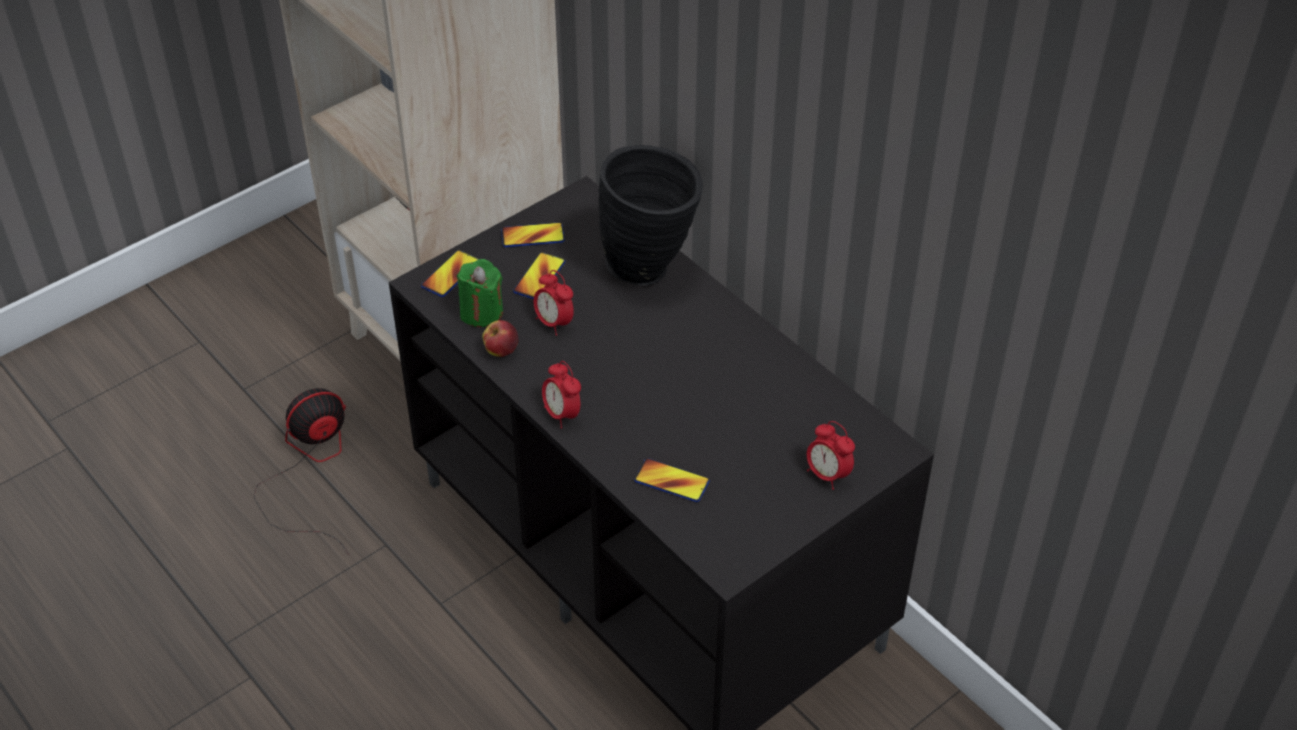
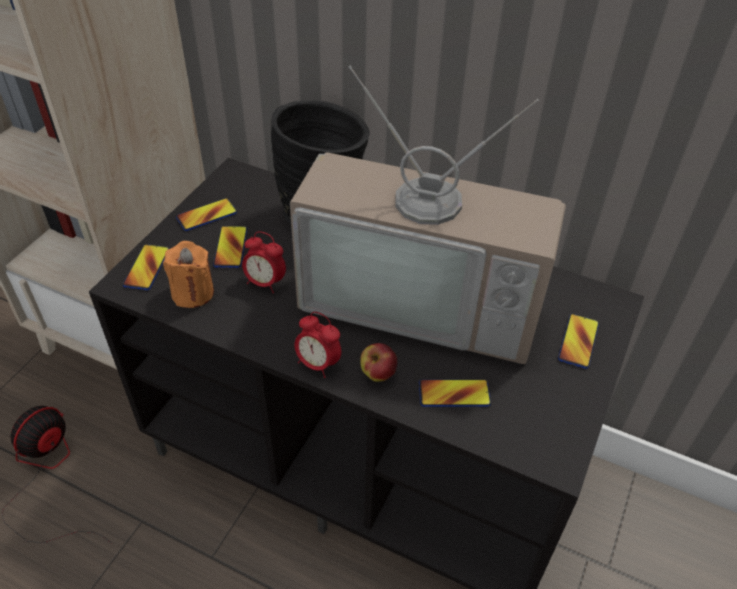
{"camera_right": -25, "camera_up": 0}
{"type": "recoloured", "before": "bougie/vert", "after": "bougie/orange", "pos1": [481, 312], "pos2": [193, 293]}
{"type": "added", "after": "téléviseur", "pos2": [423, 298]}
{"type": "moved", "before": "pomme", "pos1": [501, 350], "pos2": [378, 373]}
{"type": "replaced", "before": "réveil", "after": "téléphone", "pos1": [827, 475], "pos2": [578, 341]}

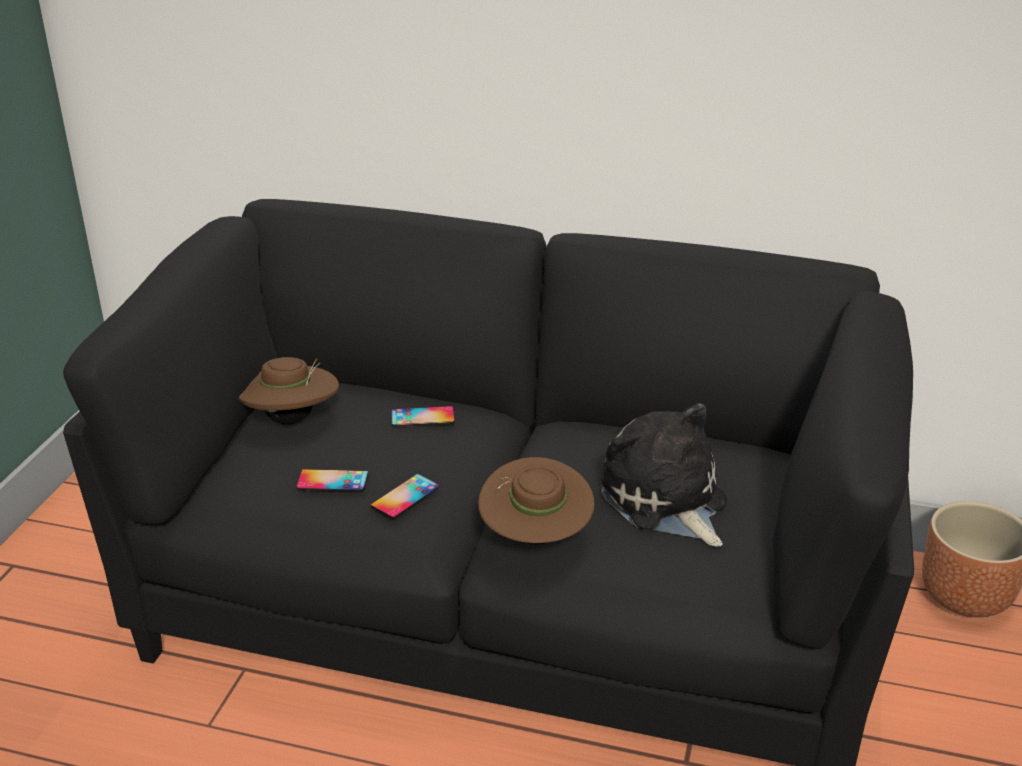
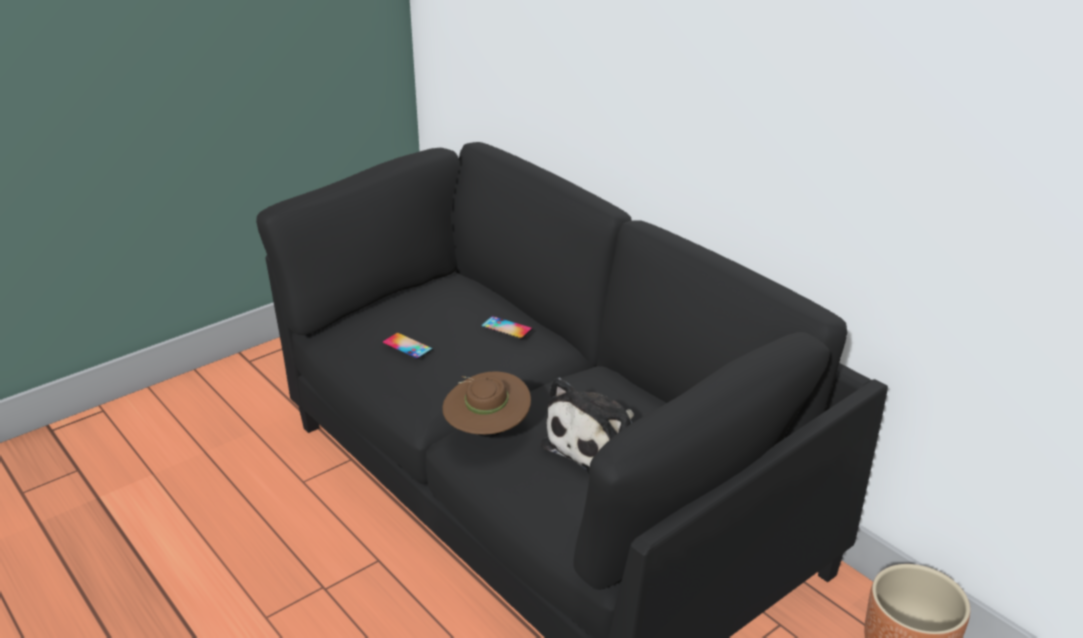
{"camera_right": 35, "camera_up": 0}
{"type": "turned", "before": "peluche", "pos1": [665, 501], "pos2": [597, 445], "turn": -150}
{"type": "removed", "before": "chapeau/marron", "pos1": [291, 419]}
{"type": "removed", "before": "téléphone", "pos1": [405, 496]}

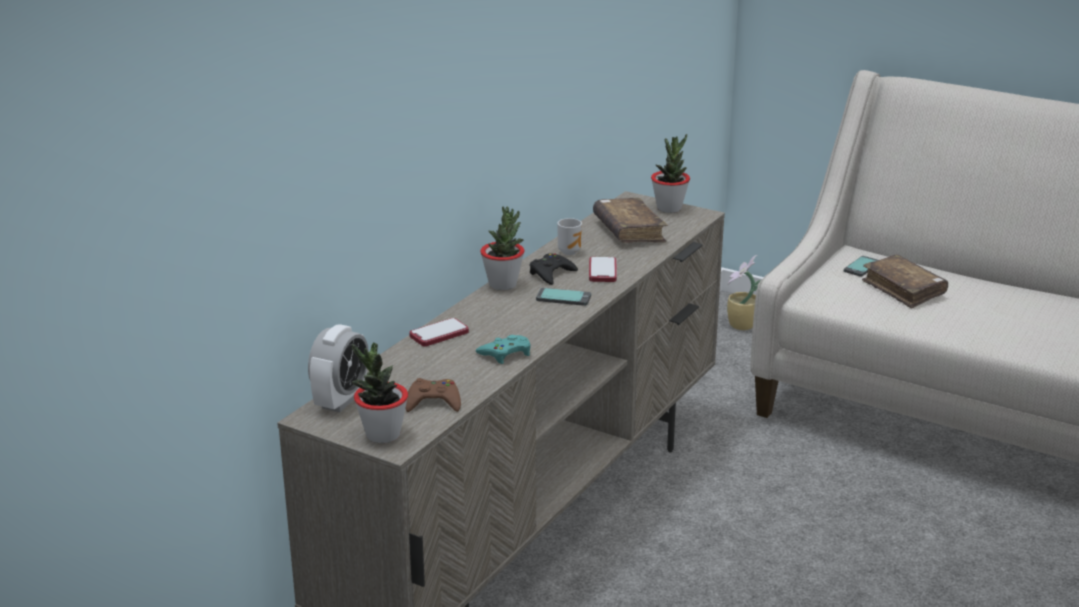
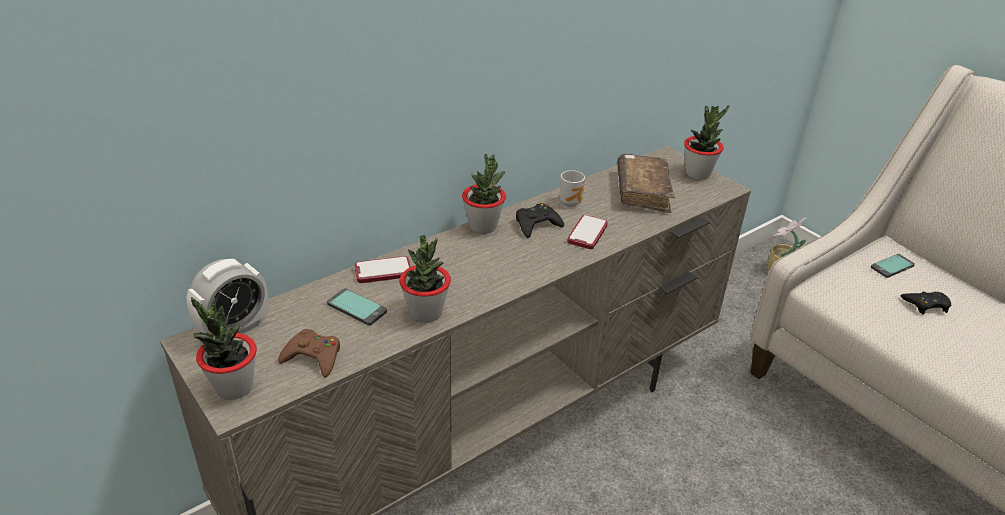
{"camera_right": 20, "camera_up": 10}
{"type": "moved", "before": "téléphone", "pos1": [563, 298], "pos2": [357, 307]}
{"type": "replaced", "before": "manette/turquoise", "after": "plante en pot", "pos1": [506, 353], "pos2": [426, 313]}
{"type": "replaced", "before": "livre/marron", "after": "manette/noir", "pos1": [903, 289], "pos2": [926, 305]}

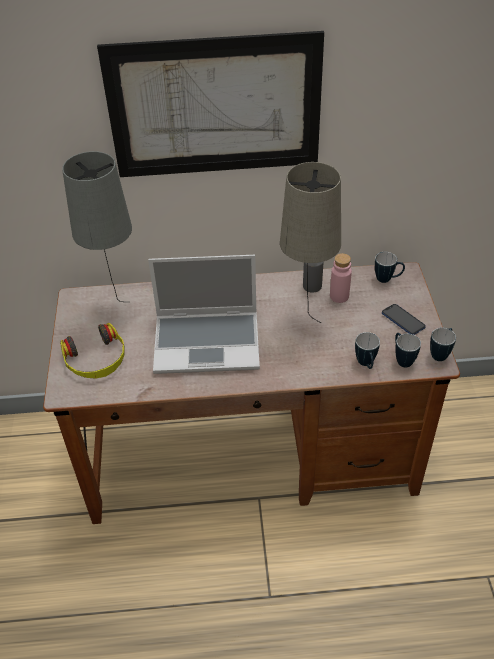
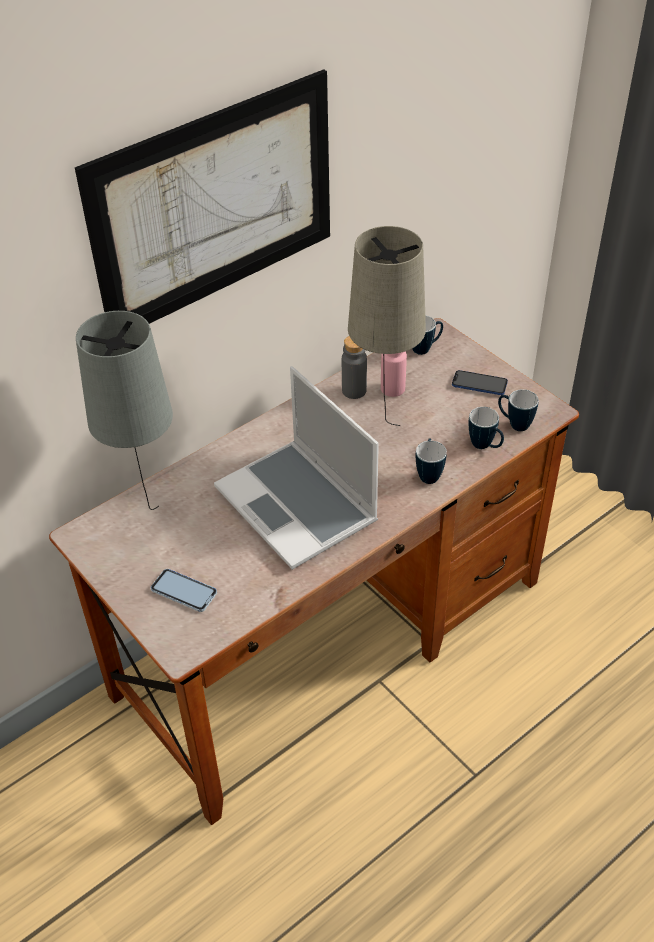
{"camera_right": -35, "camera_up": 0}
{"type": "replaced", "before": "casque audio", "after": "téléphone", "pos1": [96, 359], "pos2": [184, 591]}
{"type": "turned", "before": "ordinateur portable", "pos1": [208, 342], "pos2": [298, 505], "turn": 90}
{"type": "moved", "before": "mug", "pos1": [440, 353], "pos2": [428, 474]}

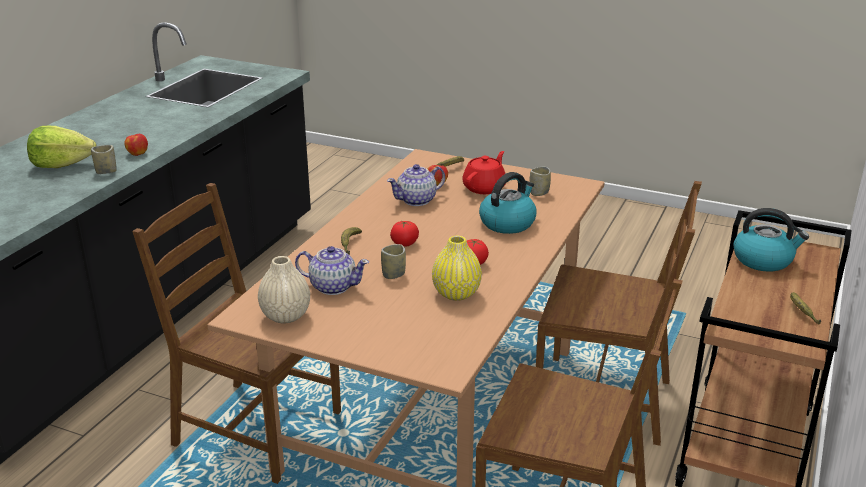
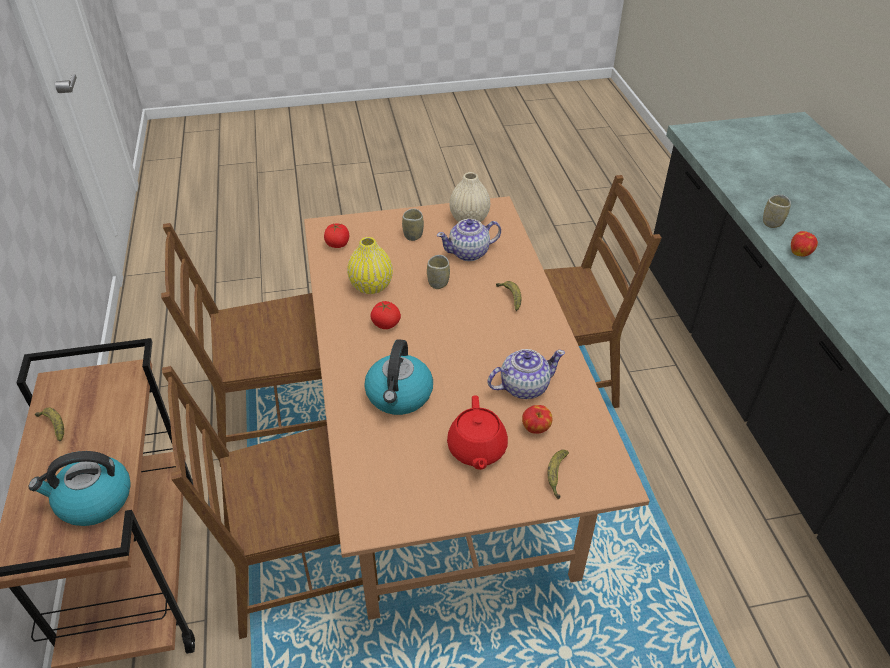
{"camera_right": 145, "camera_up": 15}
{"type": "moved", "before": "tomate", "pos1": [404, 243], "pos2": [337, 244]}
{"type": "moved", "before": "tasse", "pos1": [539, 193], "pos2": [413, 235]}
{"type": "turned", "before": "théière", "pos1": [417, 200], "pos2": [523, 387], "turn": 45}
{"type": "removed", "before": "laitue", "pos1": [61, 164]}

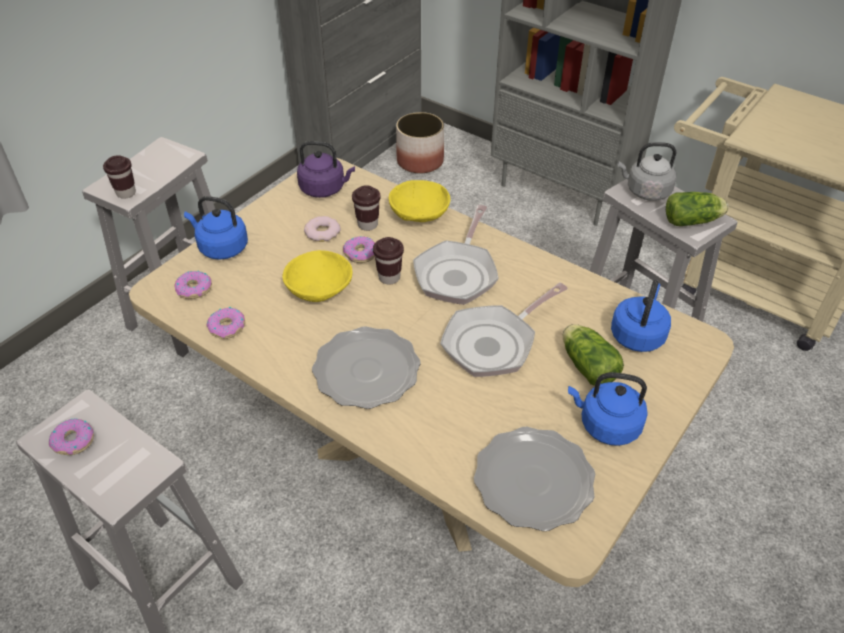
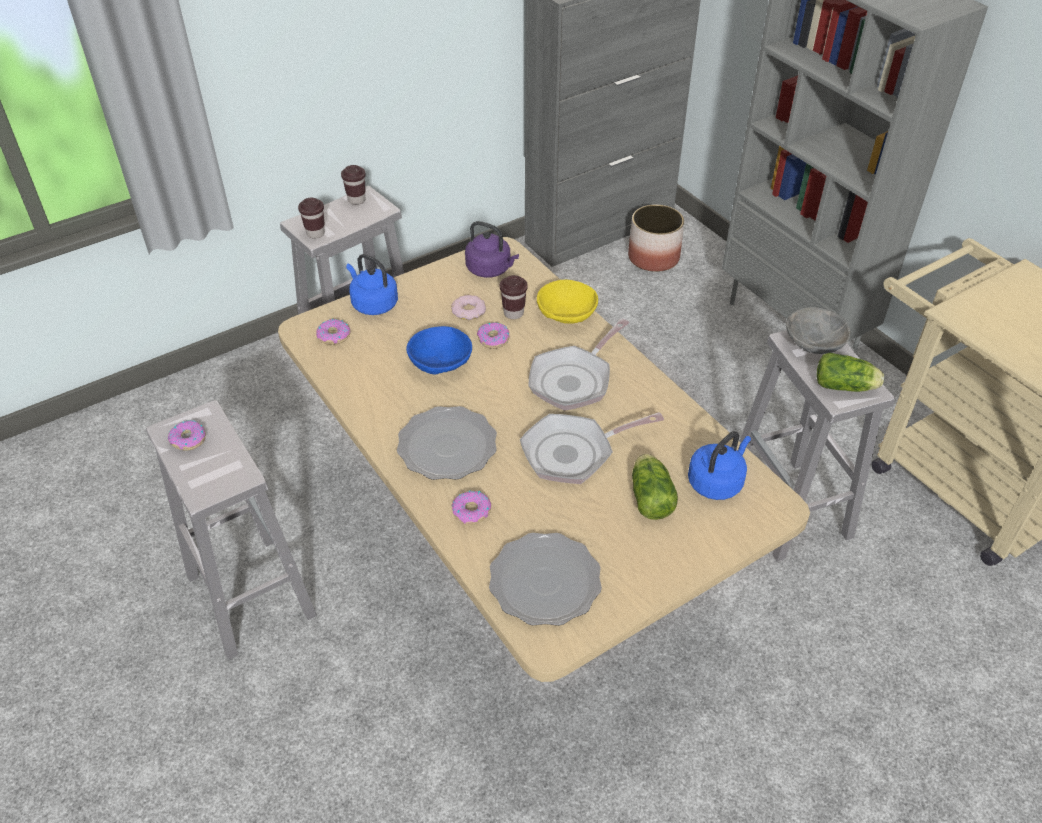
{"camera_right": 20, "camera_up": 0}
{"type": "moved", "before": "tasse/marron", "pos1": [389, 277], "pos2": [356, 200]}
{"type": "recoloured", "before": "bol/jaune", "after": "bol/bleu", "pos1": [321, 290], "pos2": [441, 365]}
{"type": "moved", "before": "beignet", "pos1": [227, 327], "pos2": [471, 512]}
{"type": "replaced", "before": "bouilloire/gris", "after": "bol/gris", "pos1": [645, 191], "pos2": [812, 344]}
{"type": "removed", "before": "bouilloire/bleu", "pos1": [606, 425]}

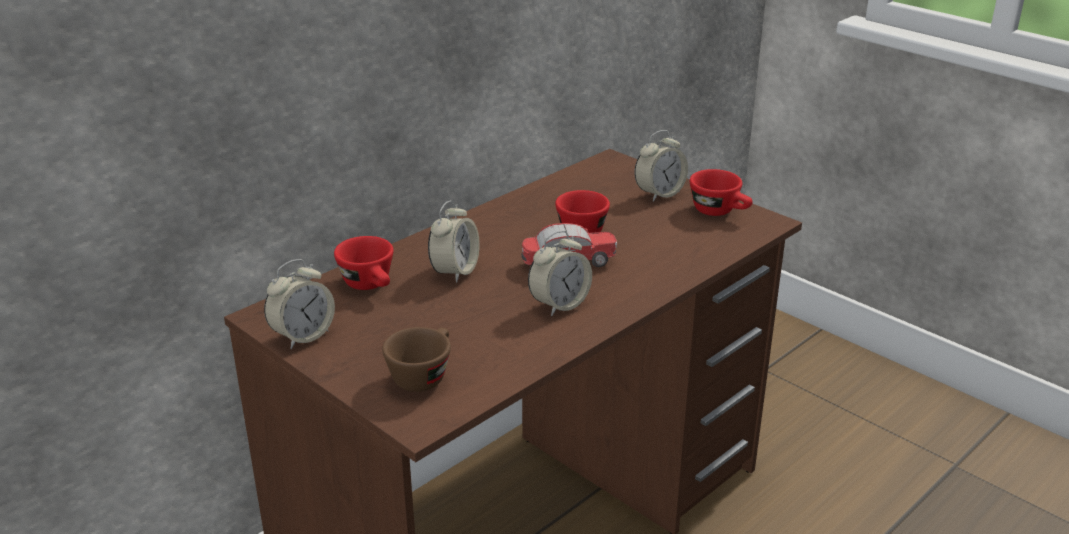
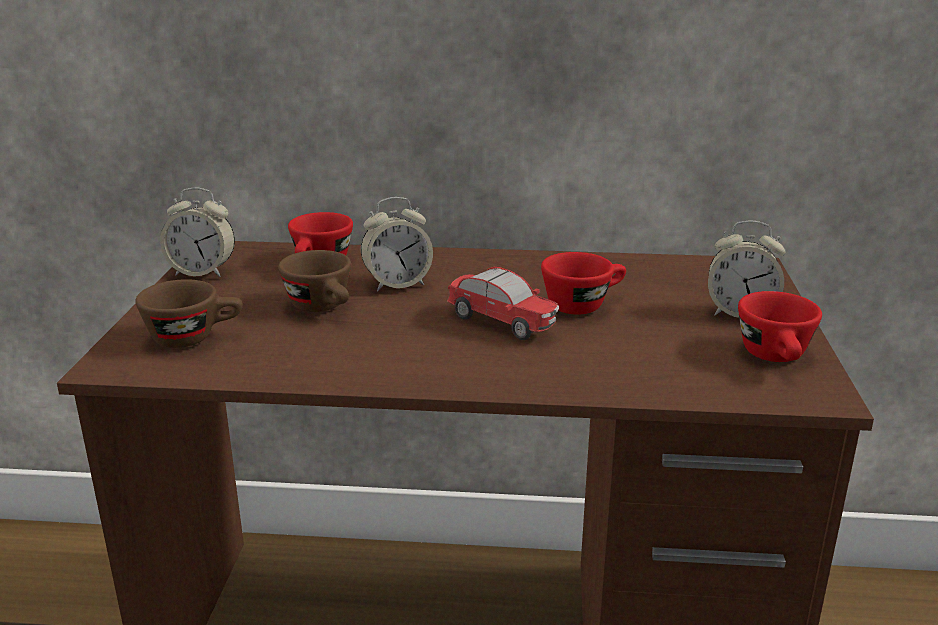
{"camera_right": 50, "camera_up": -5}
{"type": "added", "after": "tasse/marron", "pos2": [324, 308]}
{"type": "removed", "before": "réveil", "pos1": [559, 304]}

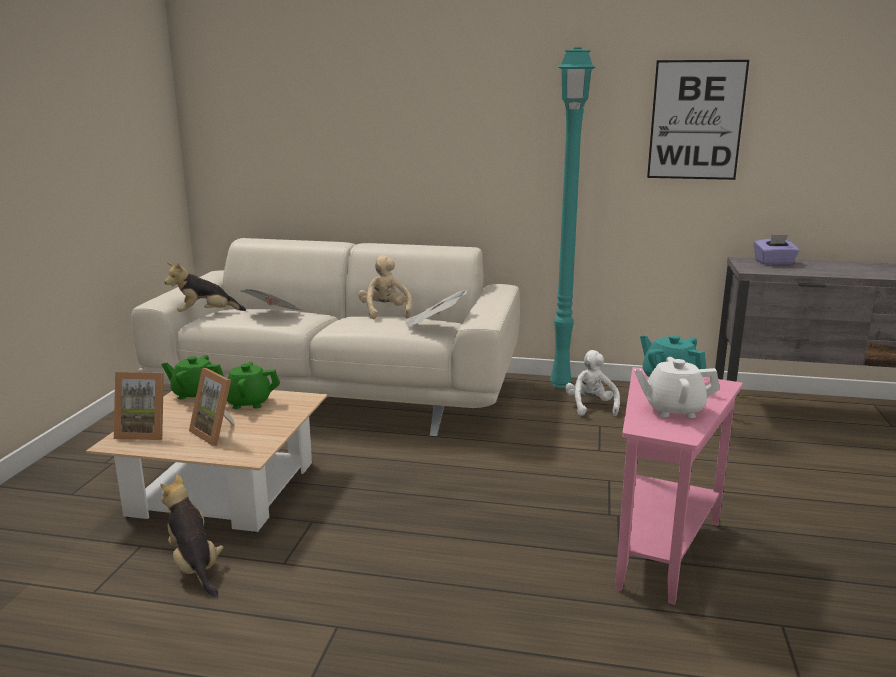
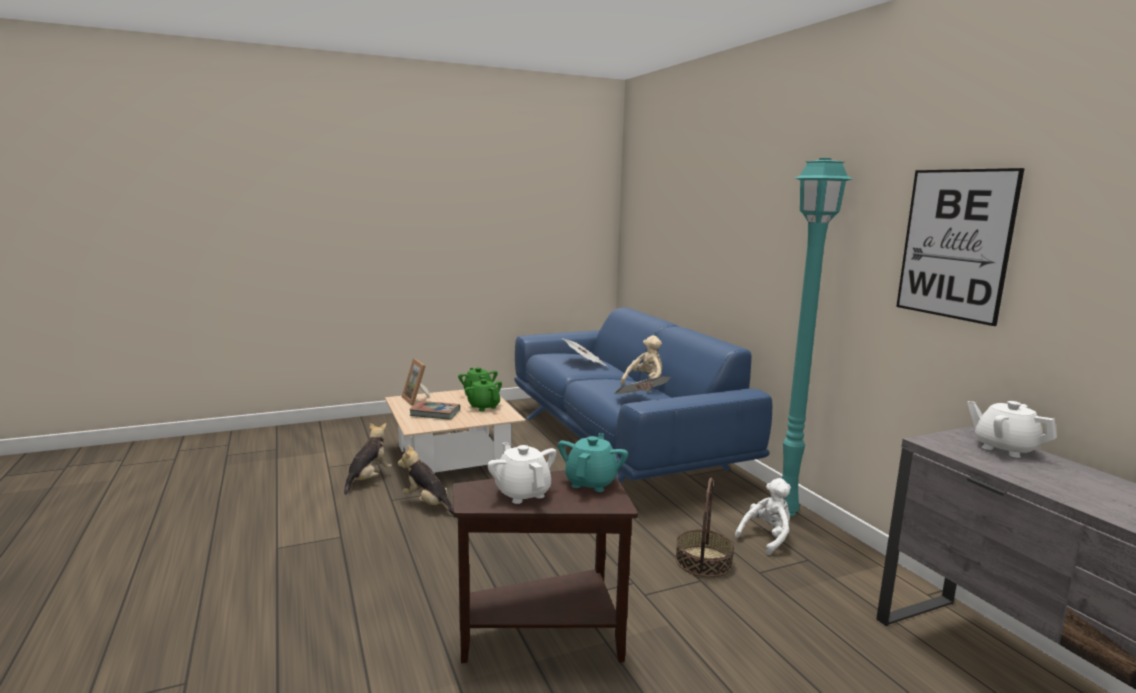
{"camera_right": 55, "camera_up": -5}
{"type": "moved", "before": "peluche", "pos1": [205, 314], "pos2": [428, 504]}
{"type": "replaced", "before": "cadre photo", "after": "livre", "pos1": [218, 433], "pos2": [435, 413]}
{"type": "recoloured", "before": "table d'appoint/rose", "after": "table d'appoint/marron", "pos1": [660, 547], "pos2": [547, 636]}
{"type": "recoloured", "before": "canapé/beige", "after": "canapé/bleu", "pos1": [341, 392], "pos2": [621, 441]}
{"type": "added", "after": "panier", "pos2": [704, 561]}
{"type": "replaced", "before": "boîte à mouchoirs/violet", "after": "théière/blanc", "pos1": [774, 263], "pos2": [1004, 448]}

